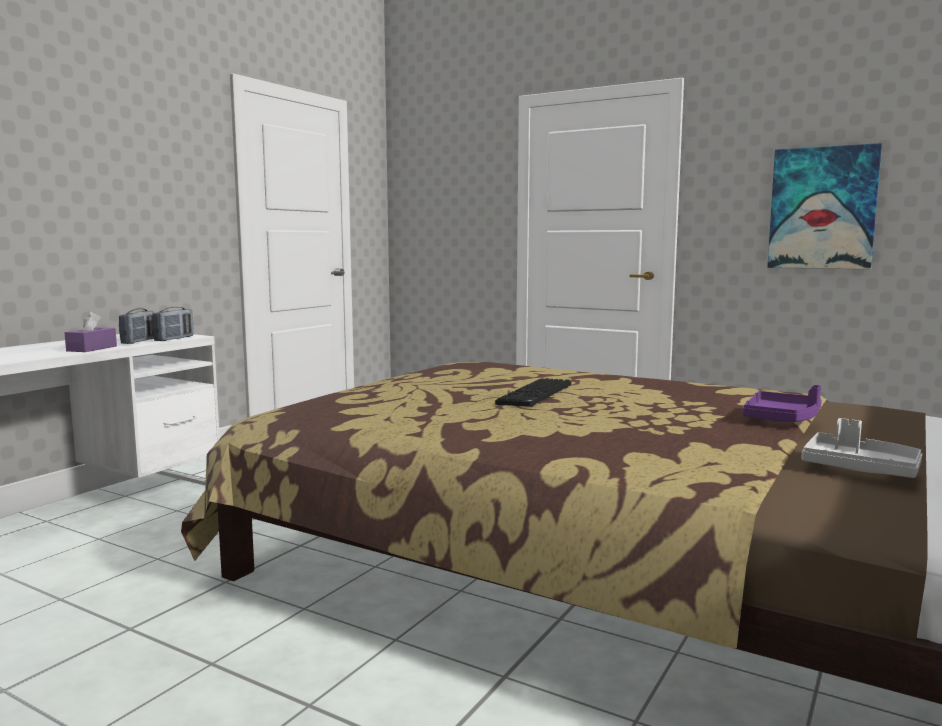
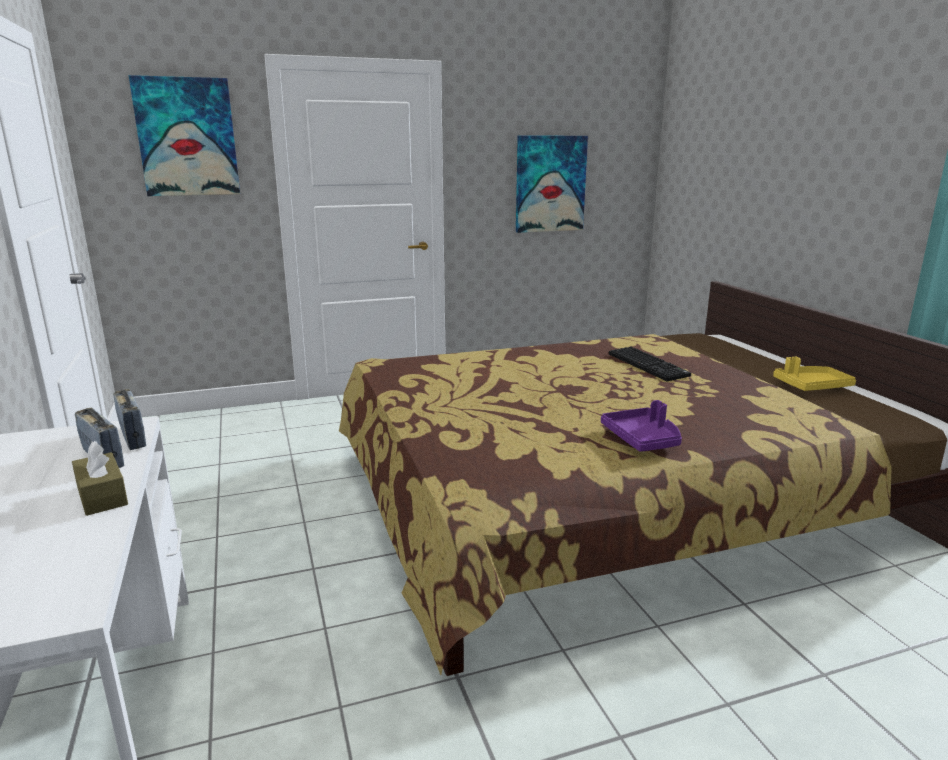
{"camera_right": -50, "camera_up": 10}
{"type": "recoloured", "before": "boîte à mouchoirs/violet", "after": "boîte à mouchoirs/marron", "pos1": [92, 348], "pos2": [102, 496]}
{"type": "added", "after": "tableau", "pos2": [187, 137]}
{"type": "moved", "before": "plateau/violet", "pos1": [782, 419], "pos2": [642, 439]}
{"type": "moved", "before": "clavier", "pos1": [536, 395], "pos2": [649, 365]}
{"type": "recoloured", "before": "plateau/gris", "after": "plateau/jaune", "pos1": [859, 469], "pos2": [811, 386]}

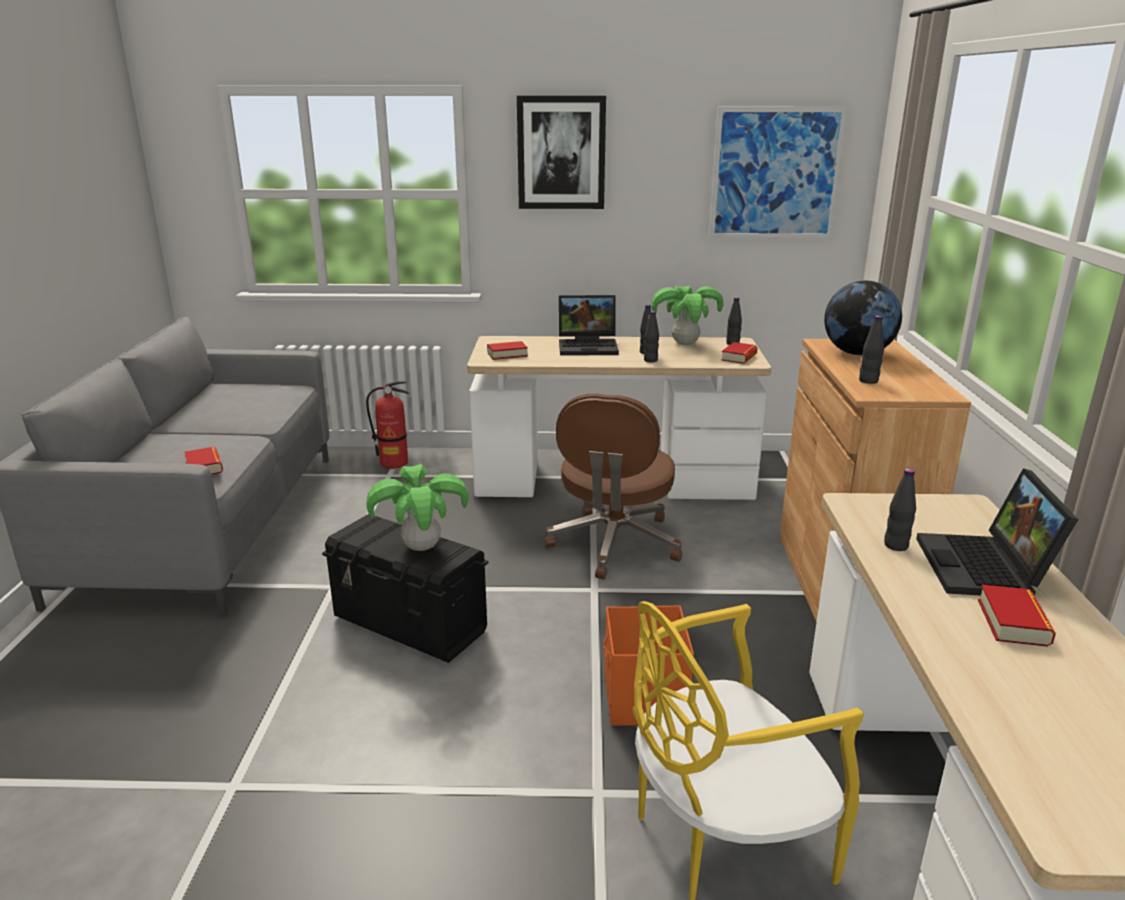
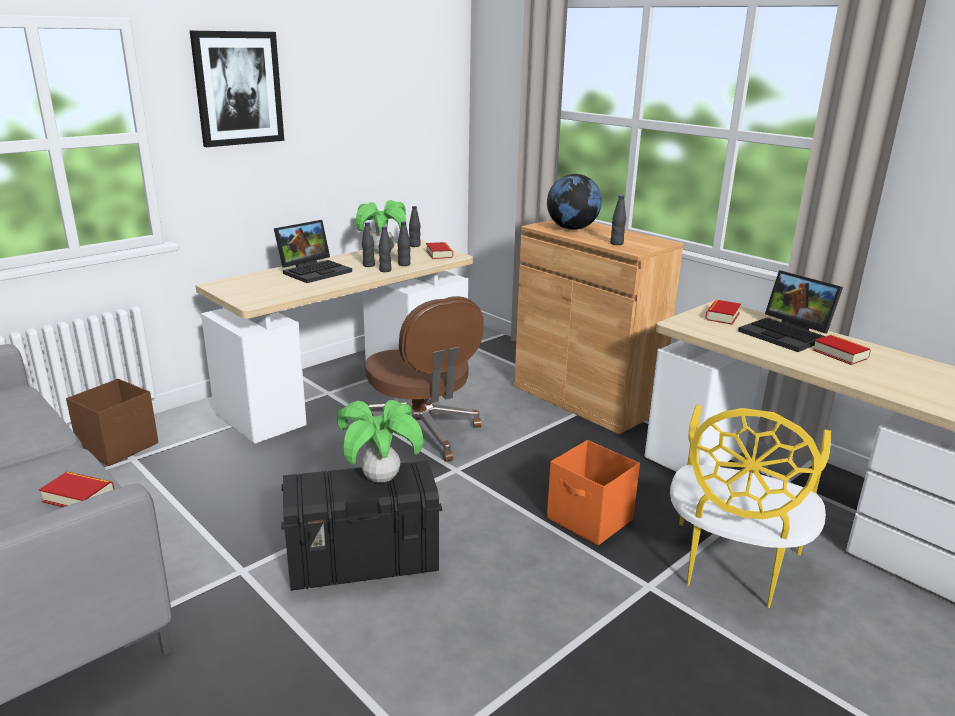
{"camera_right": -45, "camera_up": 0}
{"type": "replaced", "before": "extincteur", "after": "boîte de rangement/marron", "pos1": [394, 463], "pos2": [119, 446]}
{"type": "moved", "before": "bouteille/noir", "pos1": [896, 546], "pos2": [404, 264]}
{"type": "moved", "before": "livre", "pos1": [507, 354], "pos2": [722, 316]}
{"type": "removed", "before": "tableau", "pos1": [775, 174]}

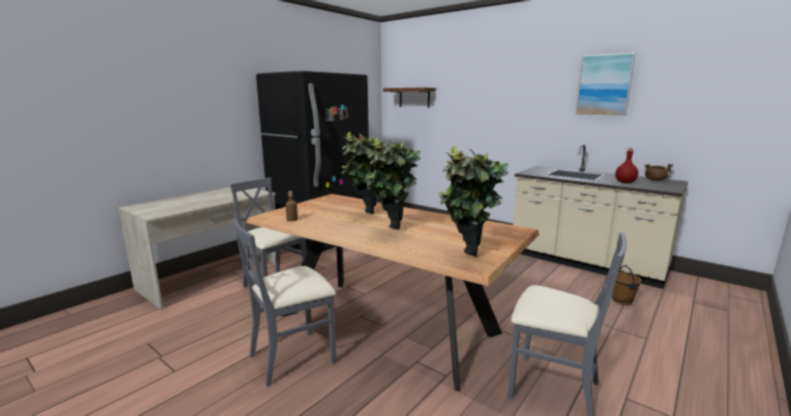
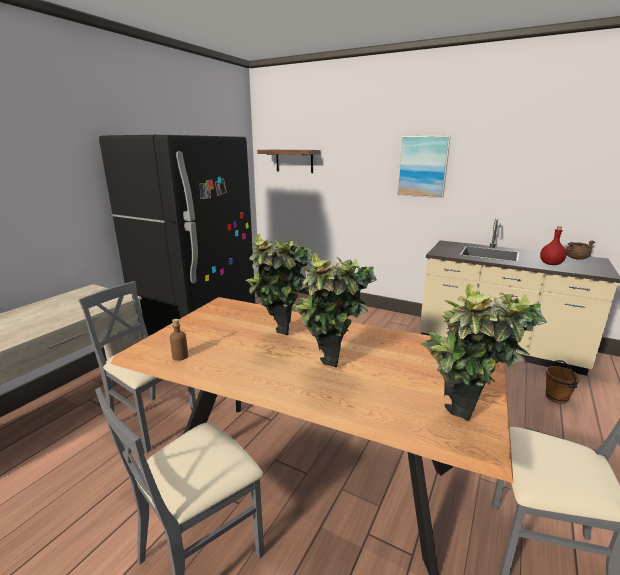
{"camera_right": -10, "camera_up": 5}
{"type": "moved", "before": "tableau", "pos1": [604, 85], "pos2": [423, 166]}

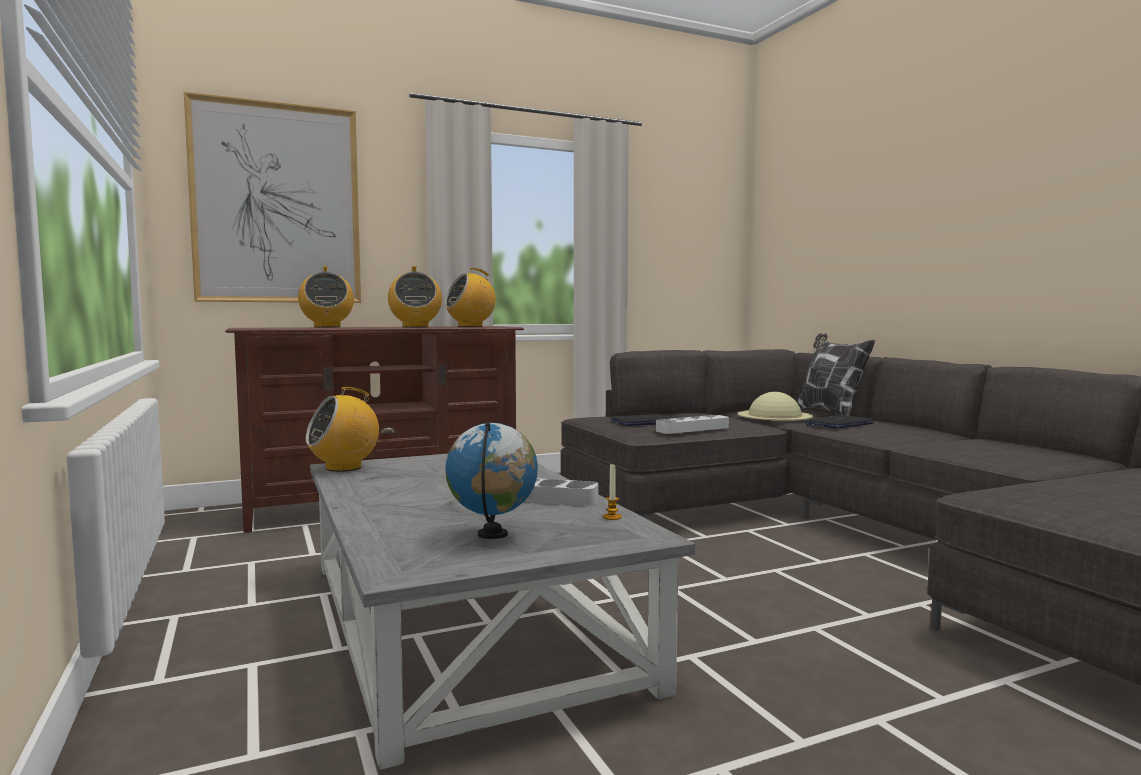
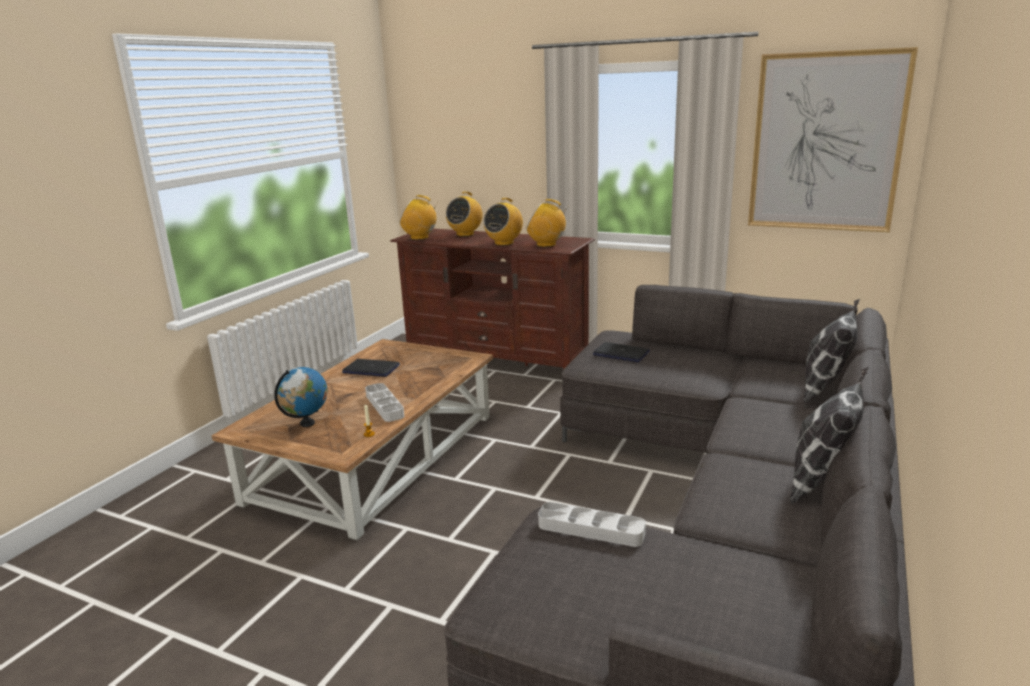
{"camera_right": 50, "camera_up": 15}
{"type": "recoloured", "before": "table basse/gris", "after": "table basse/marron", "pos1": [467, 621], "pos2": [376, 458]}
{"type": "moved", "before": "ordinateur portable", "pos1": [839, 424], "pos2": [371, 369]}
{"type": "moved", "before": "radio", "pos1": [344, 467], "pos2": [420, 238]}
{"type": "moved", "before": "plateau/gris", "pos1": [692, 429], "pos2": [591, 529]}
{"type": "moved", "before": "tableau", "pos1": [277, 204], "pos2": [826, 143]}
{"type": "added", "after": "coussin", "pos2": [823, 481]}
{"type": "removed", "before": "chapeau/beige", "pos1": [774, 415]}

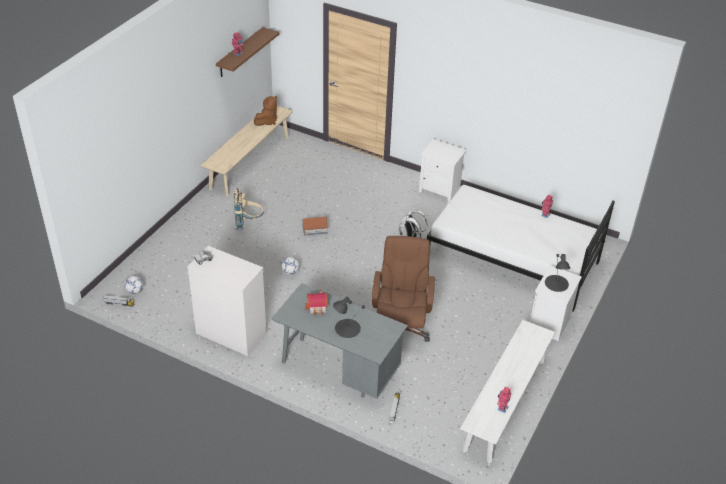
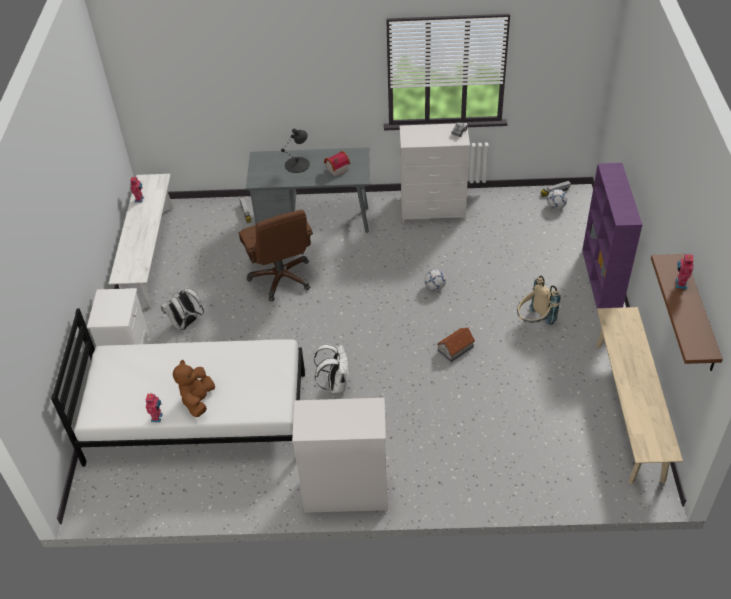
{"camera_right": 155, "camera_up": 5}
{"type": "added", "after": "sac à dos/blanc", "pos2": [186, 324]}
{"type": "moved", "before": "peluche/marron", "pos1": [267, 121], "pos2": [198, 400]}
{"type": "replaced", "before": "table de chevet/blanc", "after": "commode/blanc", "pos1": [440, 190], "pos2": [345, 491]}
{"type": "added", "after": "bibliothèque/violet", "pos2": [601, 280]}
{"type": "removed", "before": "lampe de table/noir", "pos1": [556, 283]}

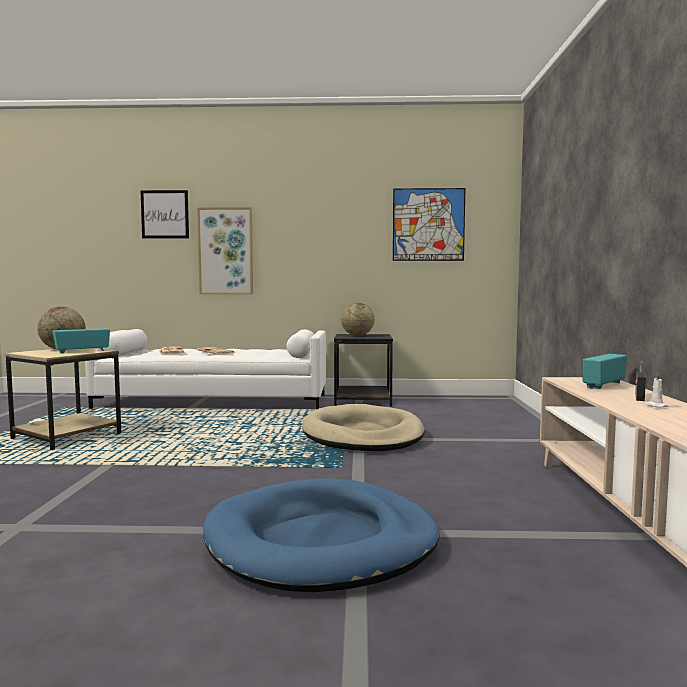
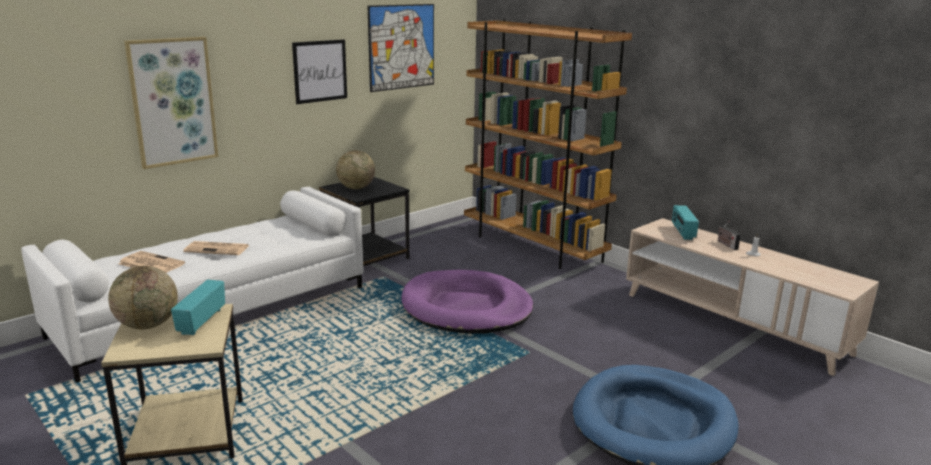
{"camera_right": -45, "camera_up": 15}
{"type": "moved", "before": "tableau", "pos1": [165, 214], "pos2": [320, 71]}
{"type": "recoloured", "before": "panier pour chien/beige", "after": "panier pour chien/violet", "pos1": [363, 435], "pos2": [466, 308]}
{"type": "added", "after": "bibliothèque/marron", "pos2": [533, 246]}

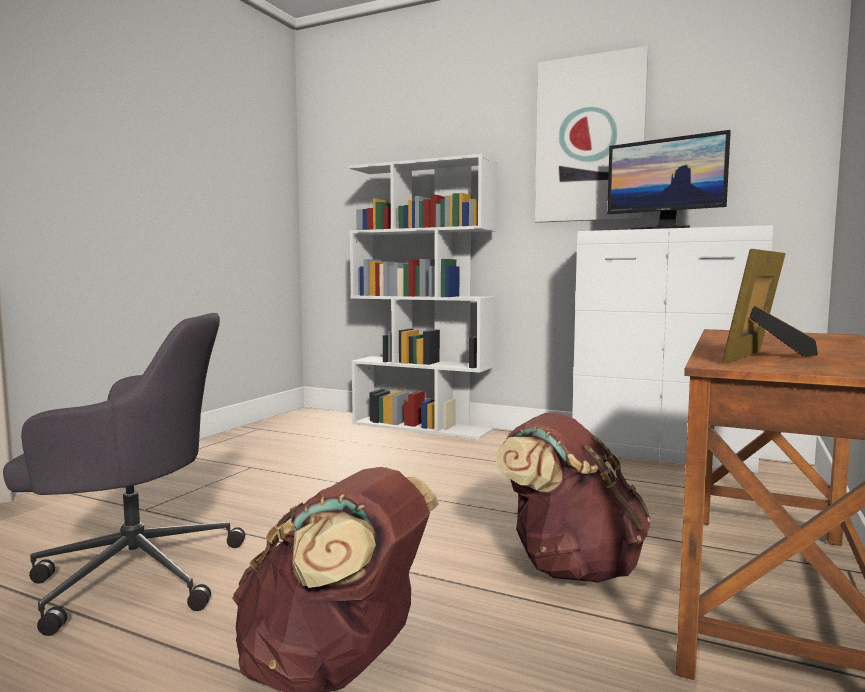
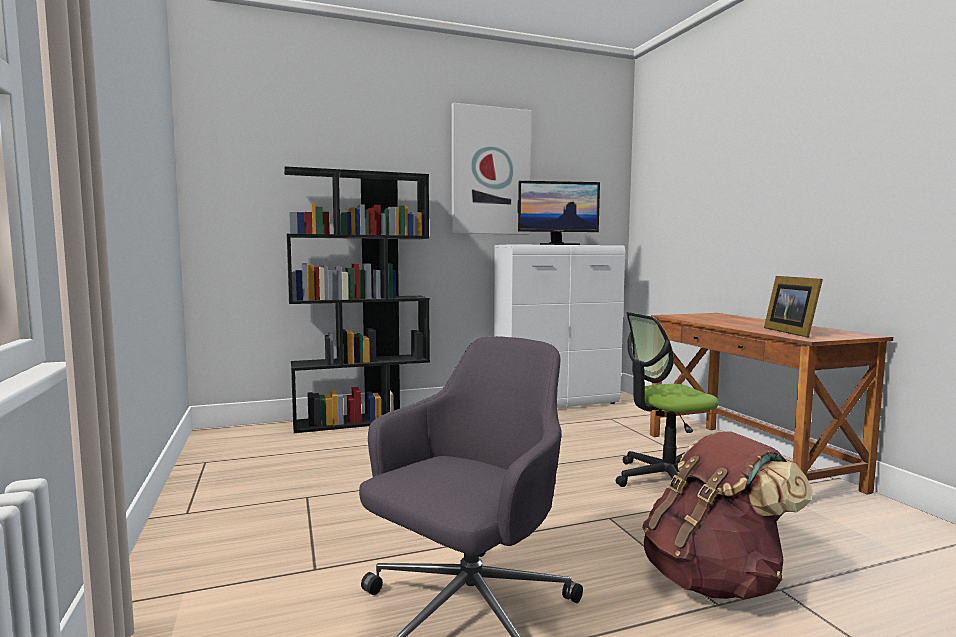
{"camera_right": -45, "camera_up": 0}
{"type": "recoloured", "before": "bibliothèque/blanc", "after": "bibliothèque/noir", "pos1": [422, 427], "pos2": [362, 421]}
{"type": "replaced", "before": "sac à dos/marron", "after": "chaise de bureau", "pos1": [570, 567], "pos2": [665, 480]}

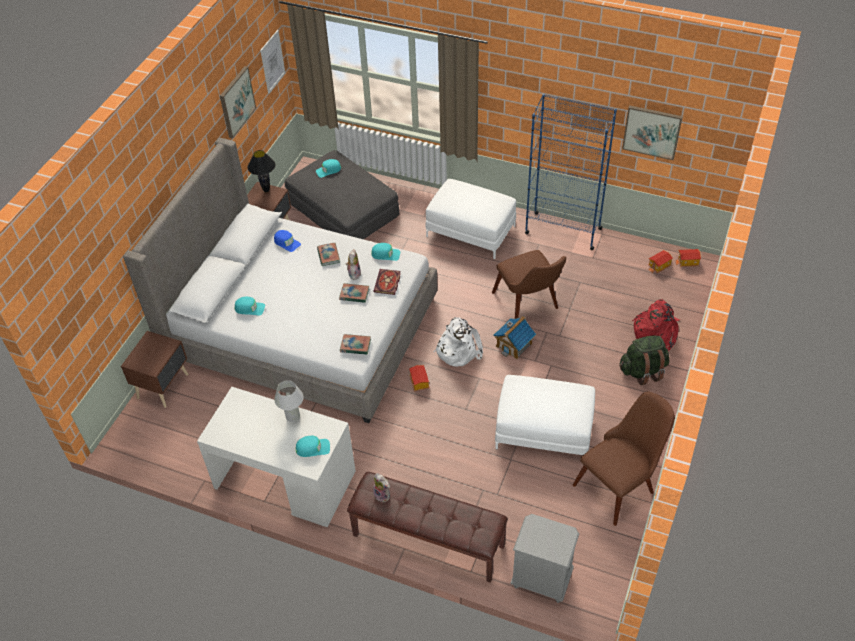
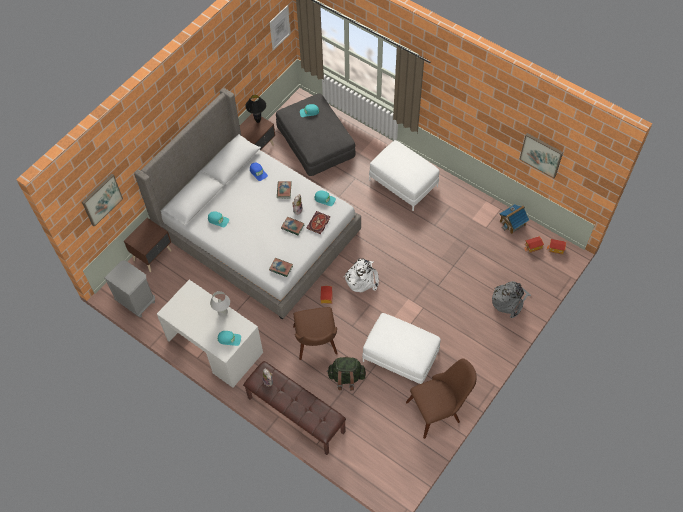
{"camera_right": 15, "camera_up": 10}
{"type": "moved", "before": "tableau", "pos1": [236, 102], "pos2": [101, 199]}
{"type": "moved", "before": "table de chevet/gris", "pos1": [541, 580], "pos2": [136, 302]}
{"type": "moved", "before": "chaise/marron", "pos1": [529, 305], "pos2": [317, 345]}
{"type": "moved", "before": "sac à dos/vert", "pos1": [643, 371], "pos2": [346, 377]}
{"type": "recoloured", "before": "sac à dos/rouge", "after": "sac à dos/gris", "pos1": [655, 332], "pos2": [509, 301]}
{"type": "moved", "before": "maison miniature", "pos1": [514, 345], "pos2": [512, 223]}
{"type": "removed", "before": "bibliothèque/bleu", "pos1": [562, 231]}

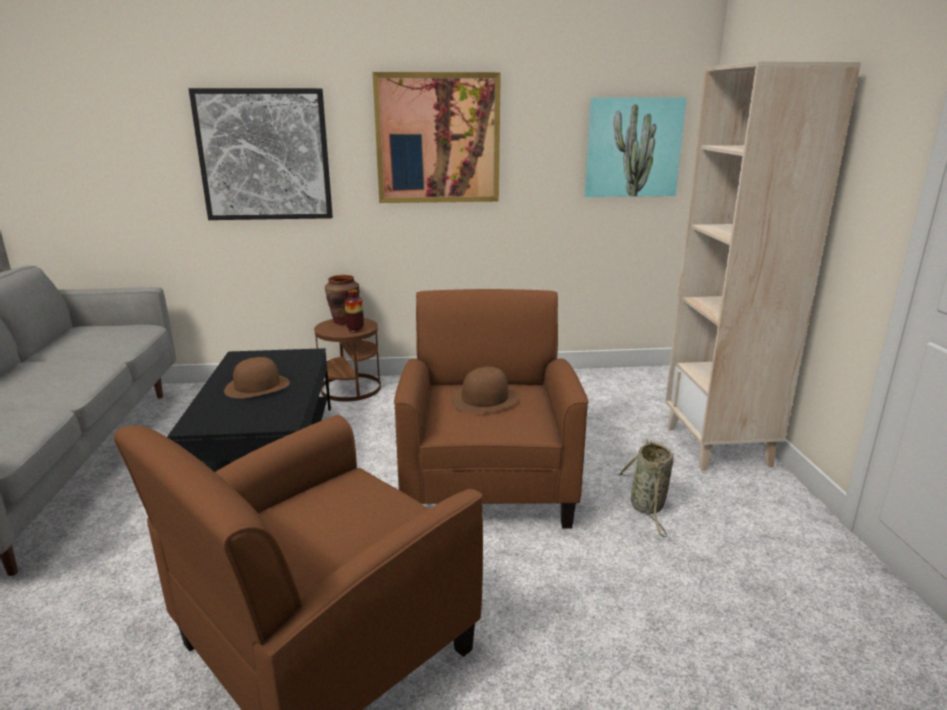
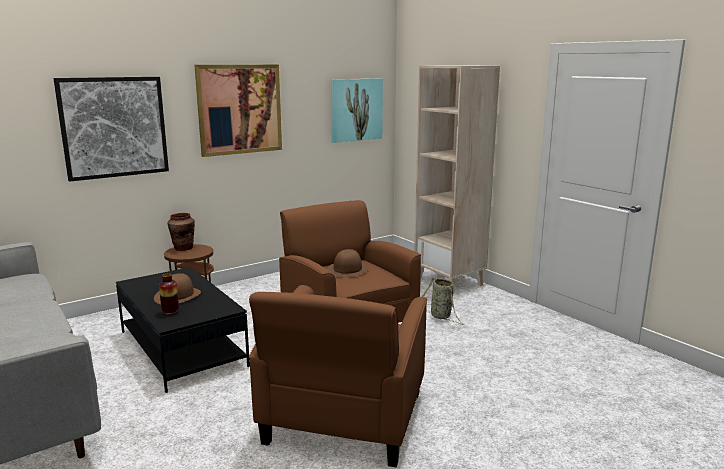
{"camera_right": -30, "camera_up": -5}
{"type": "moved", "before": "vase", "pos1": [355, 330], "pos2": [170, 312]}

